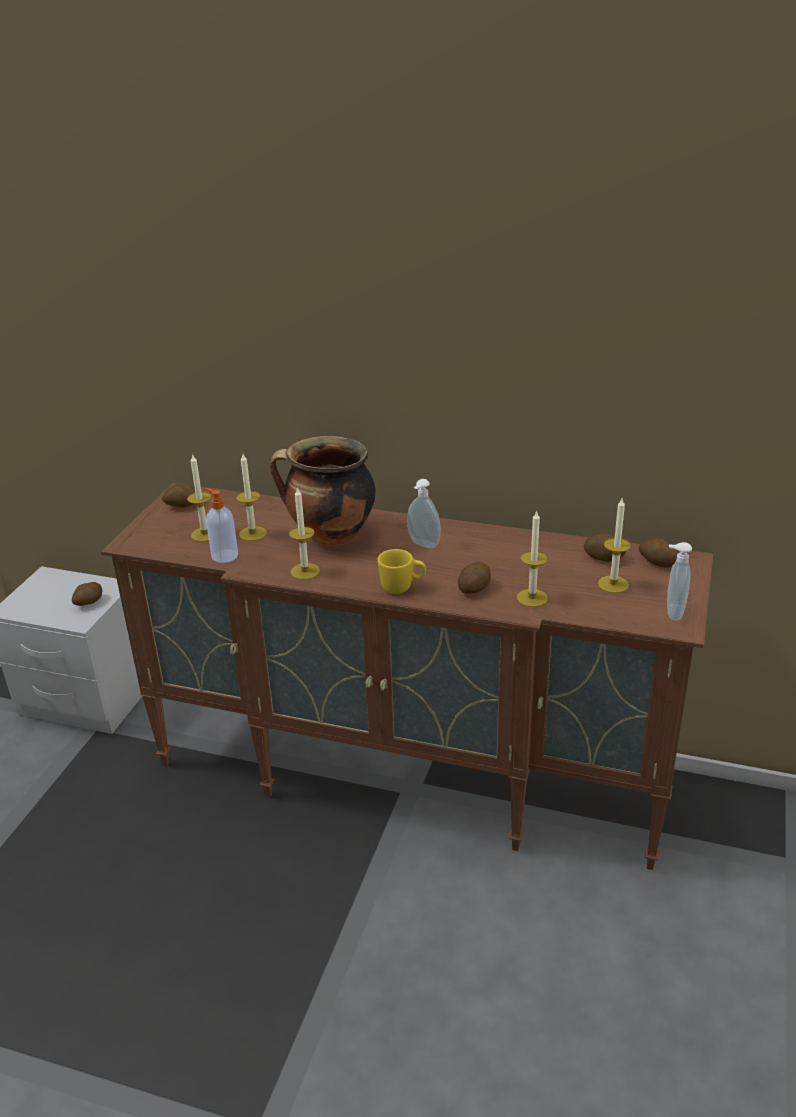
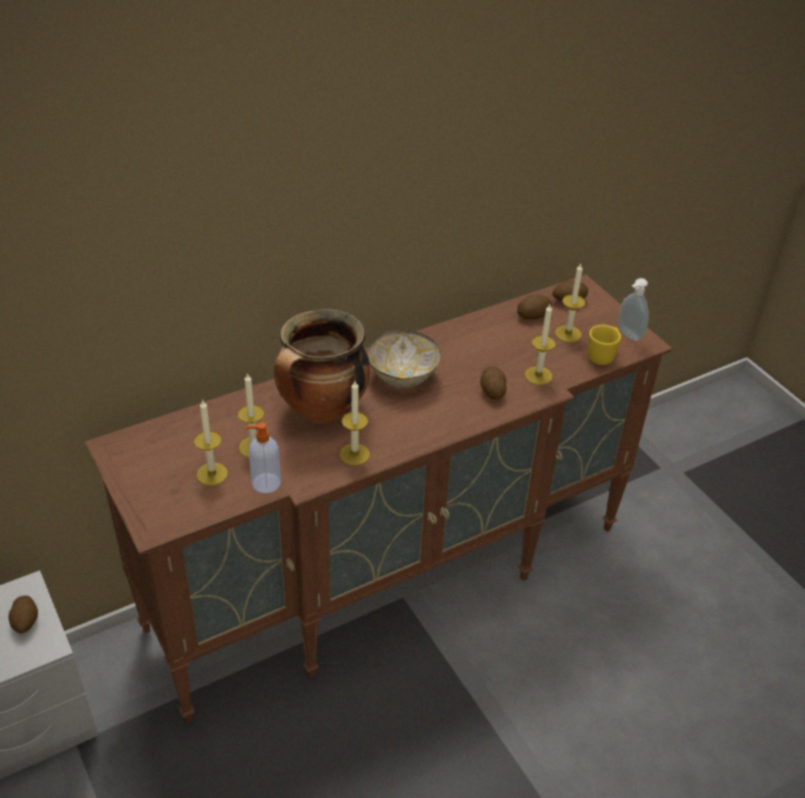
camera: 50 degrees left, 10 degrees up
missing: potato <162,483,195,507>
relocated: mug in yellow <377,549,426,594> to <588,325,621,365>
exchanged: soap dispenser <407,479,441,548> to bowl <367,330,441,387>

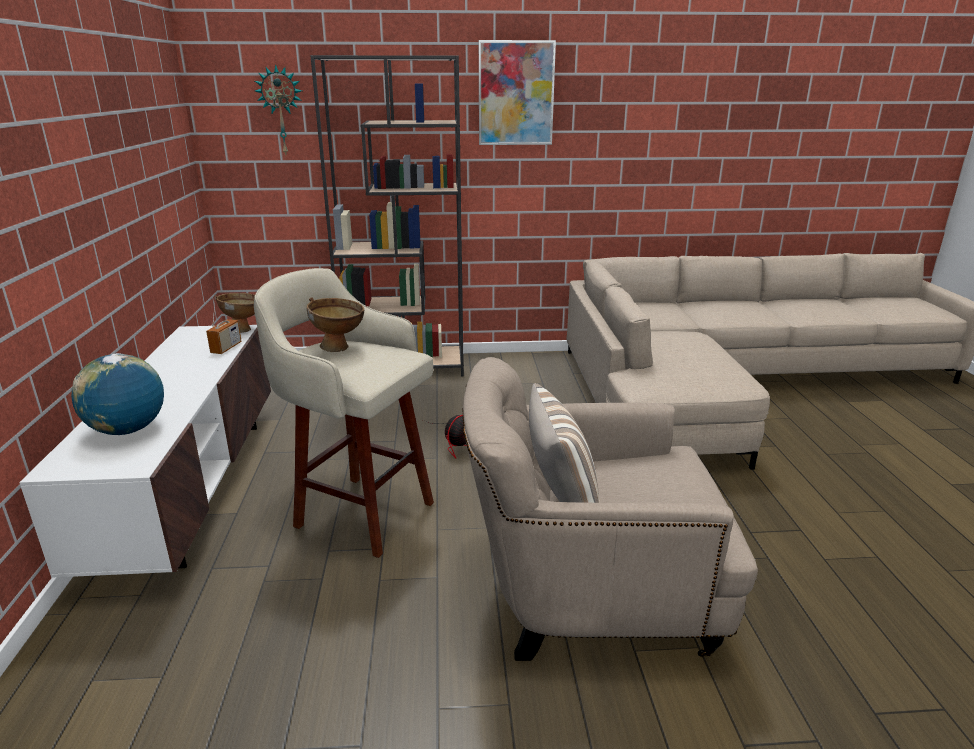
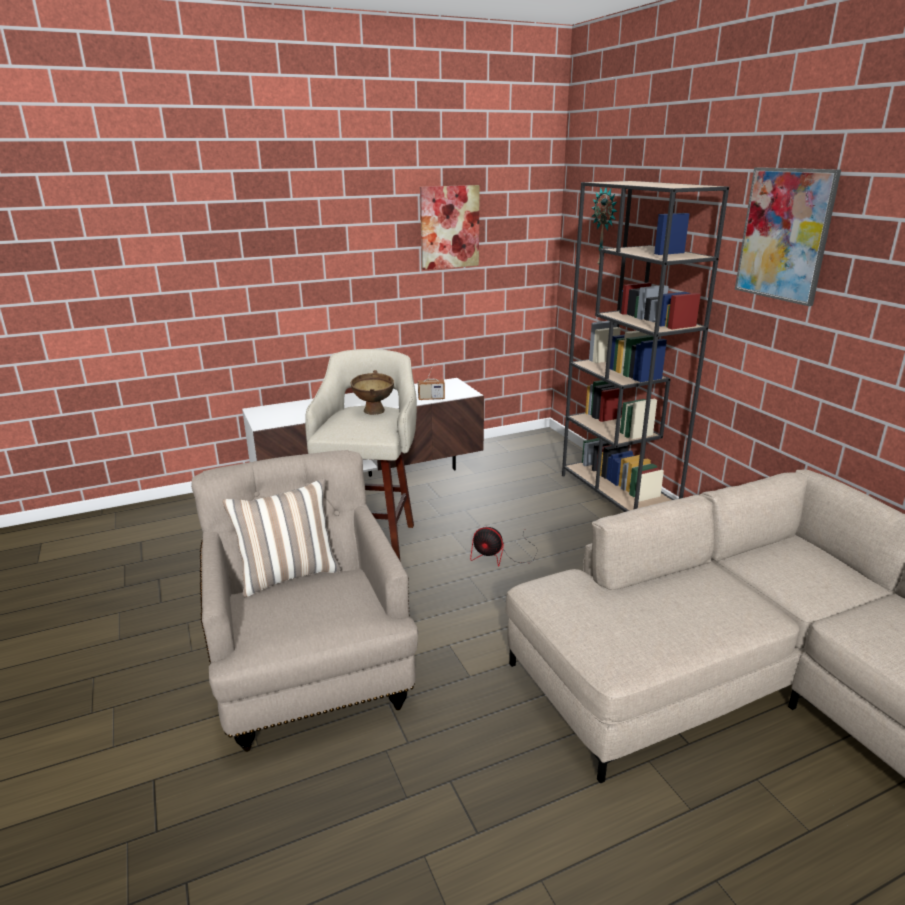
camera: 70 degrees right, 0 degrees up
missing: globe <71,353,164,435>; bowl in brown <215,293,255,333>
appeared: picture <420,185,480,270>

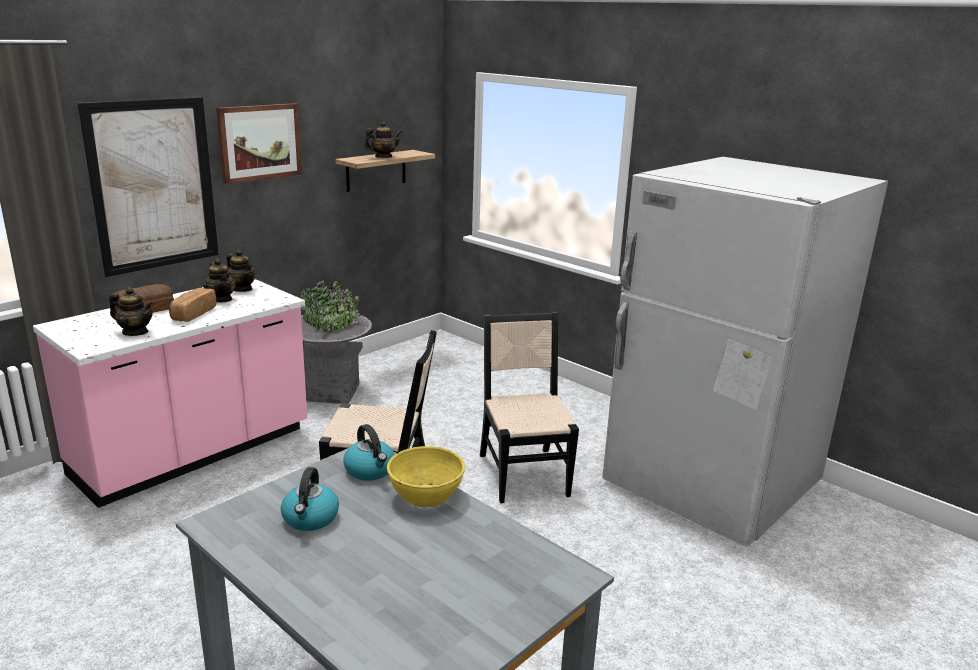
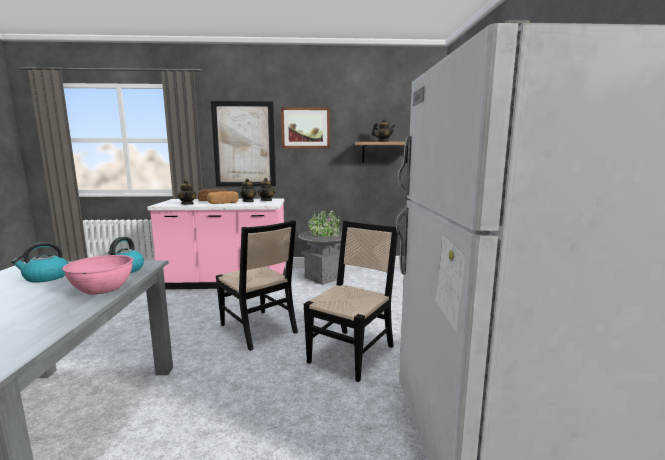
camera: 45 degrees right, 10 degrees down
colour: bowl in yellow <387,446,465,507> to bowl in pink <62,255,133,294>

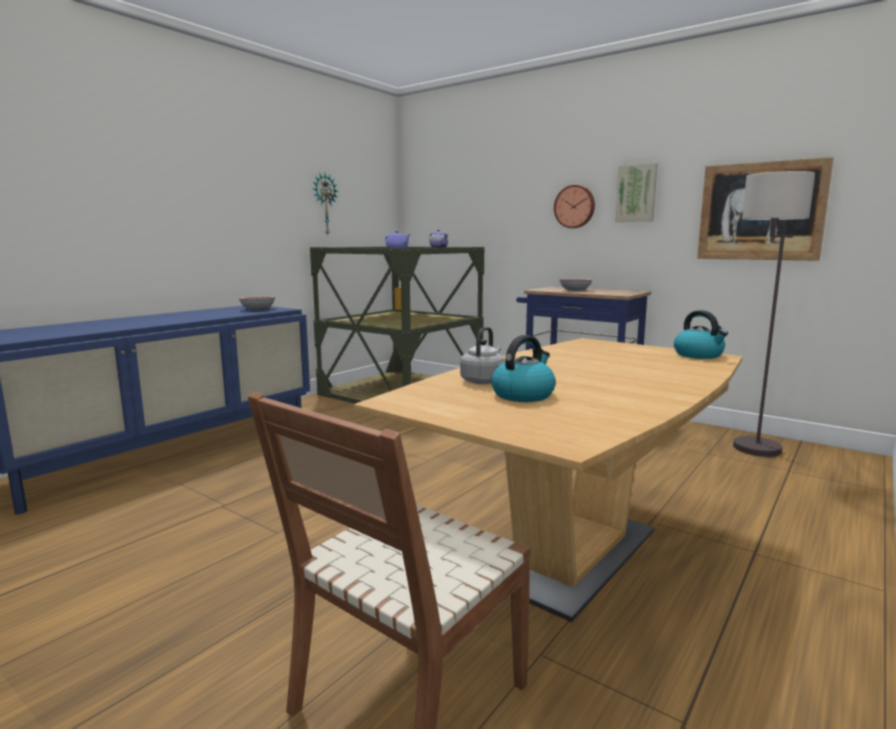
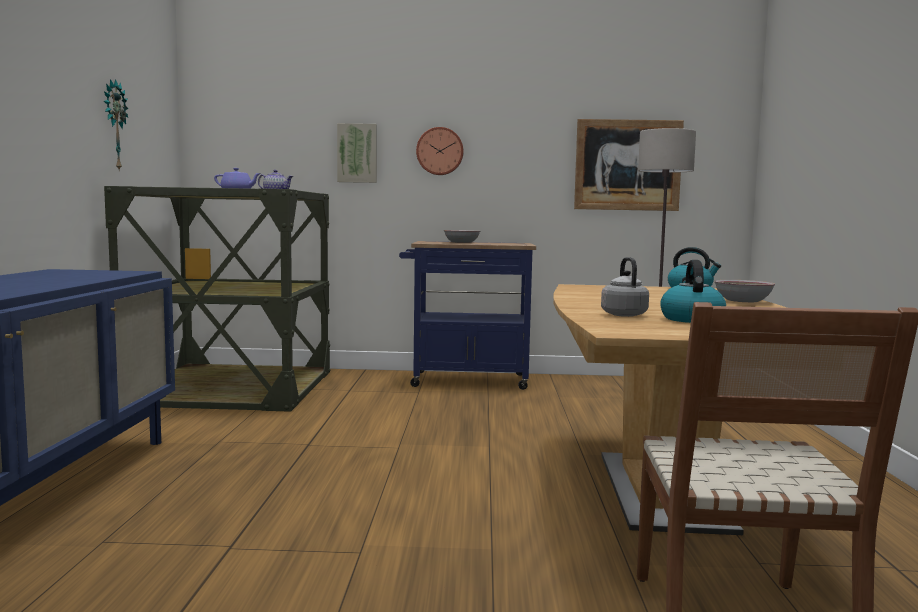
camera: 35 degrees left, 5 degrees down
relocated: bowl <239,296,275,310> to <714,280,775,303>; picture <615,163,658,222> to <337,123,377,183>

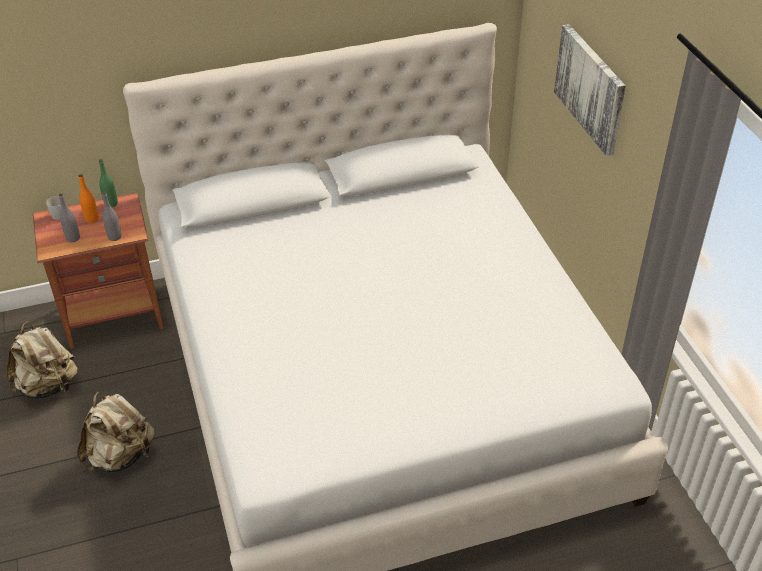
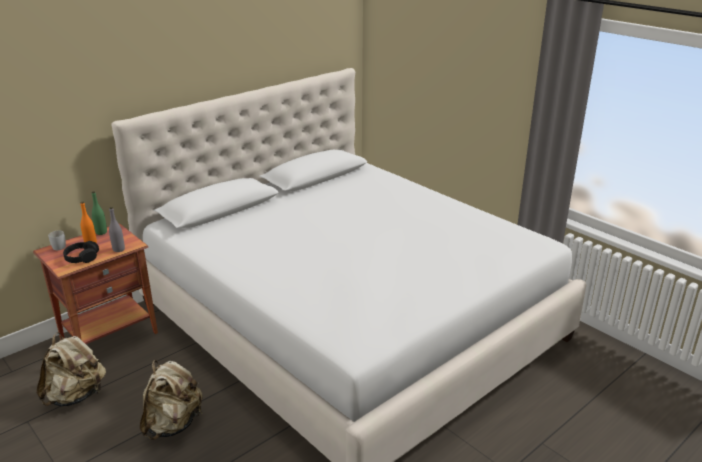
camera: 25 degrees left, 15 degrees down
missing: picture <554,24,626,156>
exchanged: bottle in grey <59,193,80,242> to headphones in black <63,241,99,263>

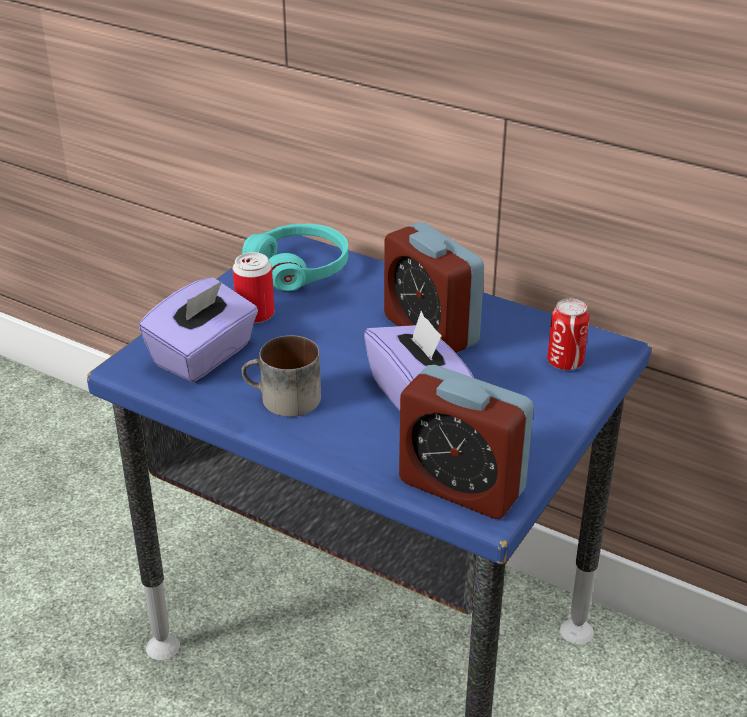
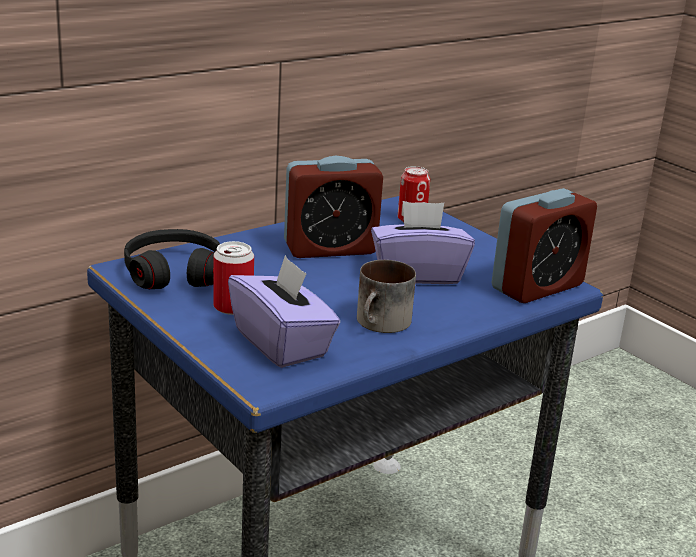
camera: 70 degrees left, 10 degrees down
colour: headphones in turquoise <242,224,348,291> to headphones in black <124,229,220,289>

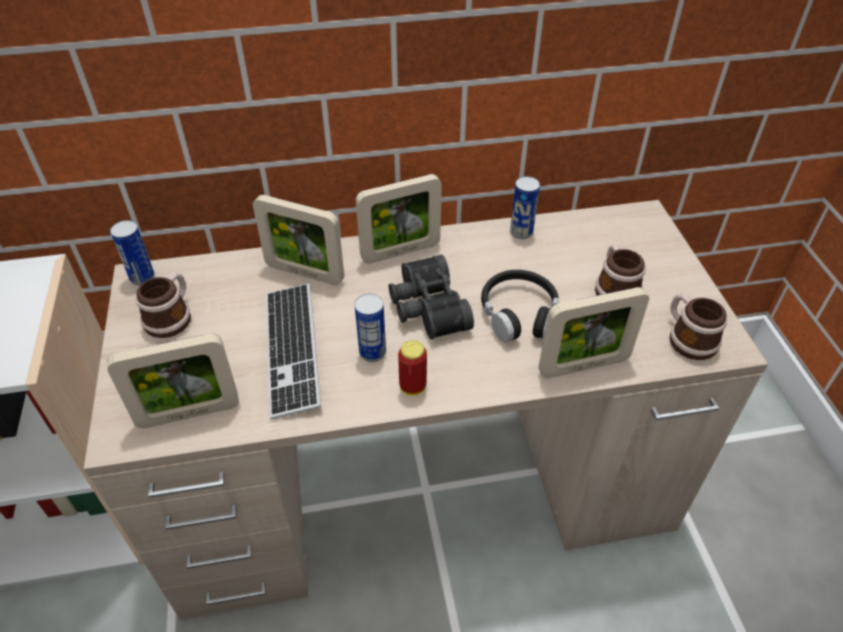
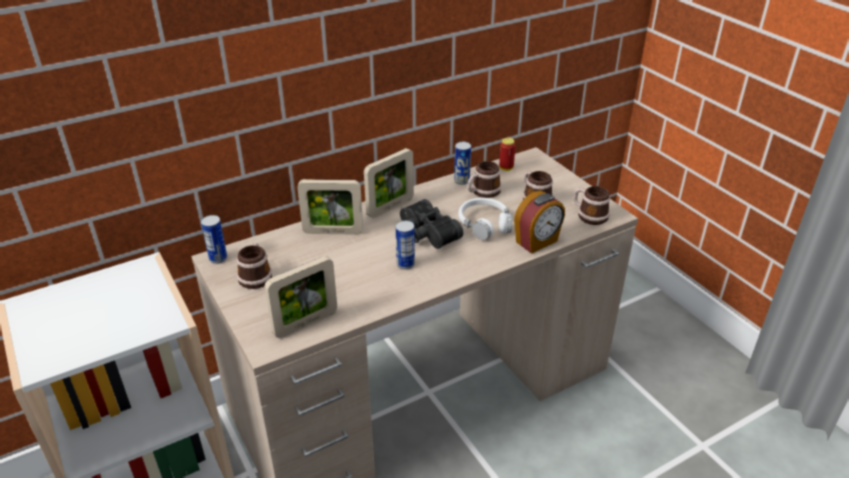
camera: 20 degrees left, 10 degrees down
missing: keyboard <266,283,321,419>
appeared: mug <467,161,501,198>
relocated: can <398,340,427,395> to <499,138,516,171>
exchanged: picture frame <539,287,649,379> to alarm clock <514,191,565,254>
colour: headphones in black <481,270,559,343> to headphones in white <458,198,512,240>

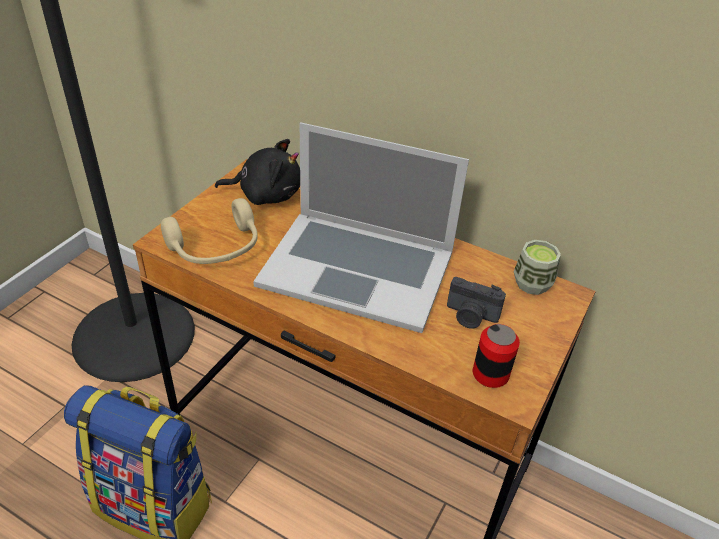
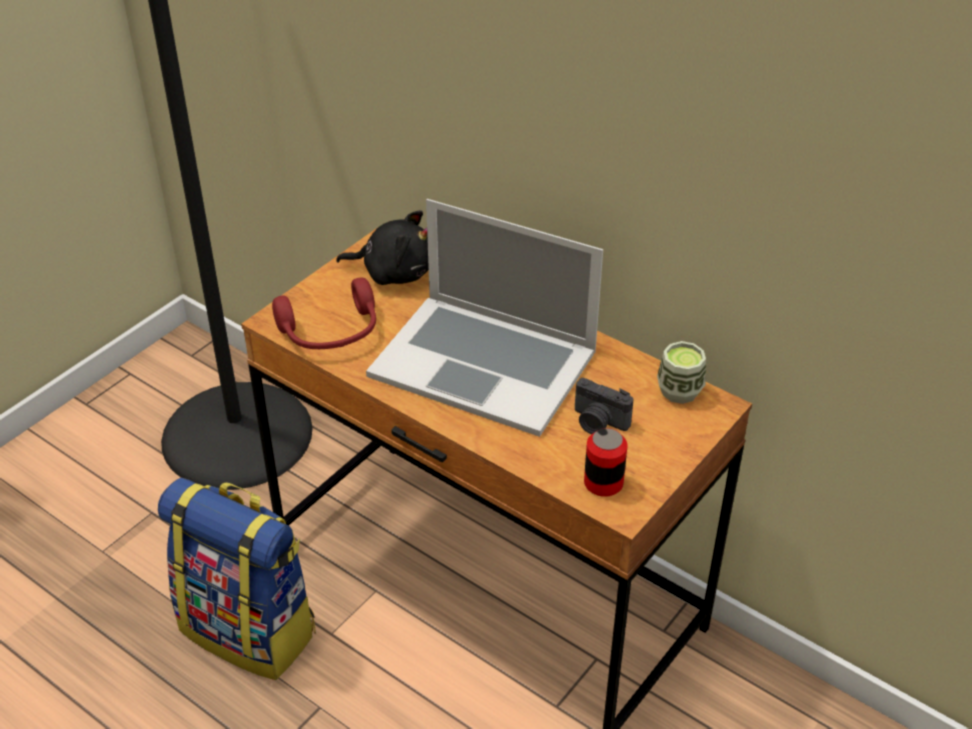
camera: 10 degrees right, 0 degrees up
colour: headphones in beige <161,198,258,264> to headphones in red <272,278,376,349>

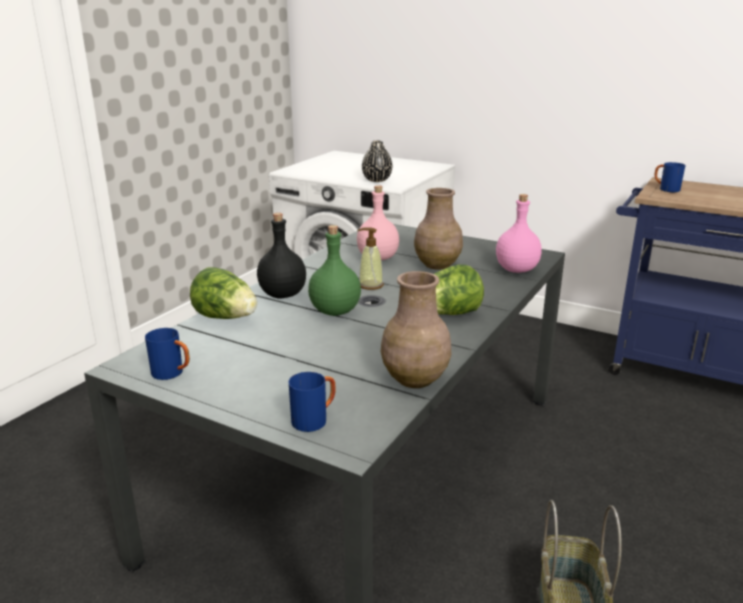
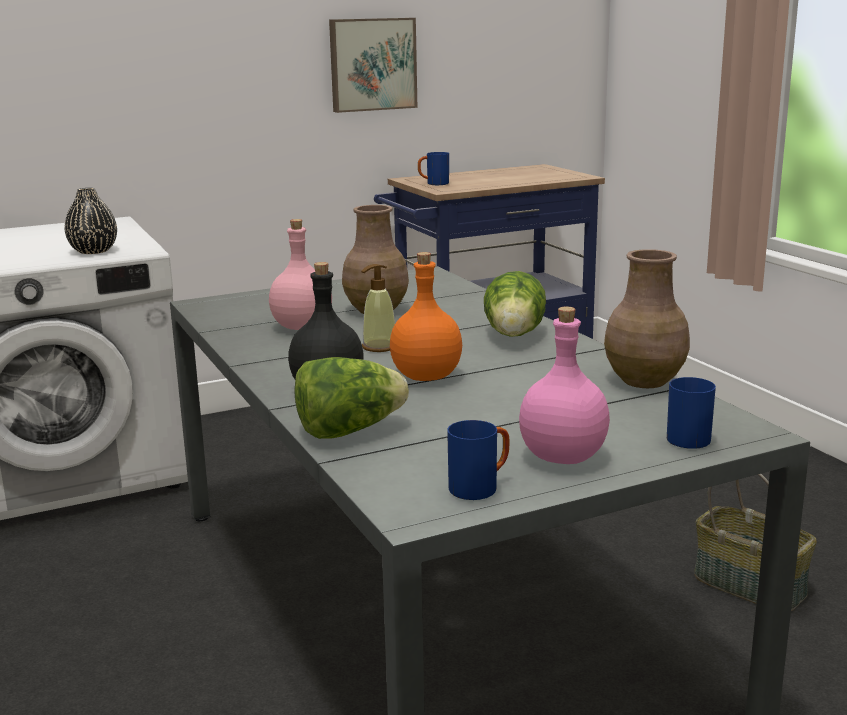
camera: 55 degrees left, 5 degrees down
appeared: picture <329,18,417,113>
relocated: bottle in pink <496,194,542,273> to <519,307,610,464>
colour: bottle in green <308,225,361,316> to bottle in orange <390,252,462,381>

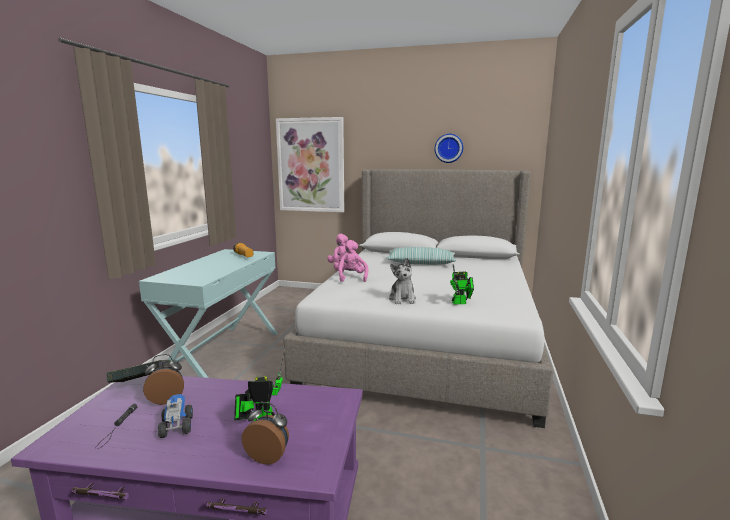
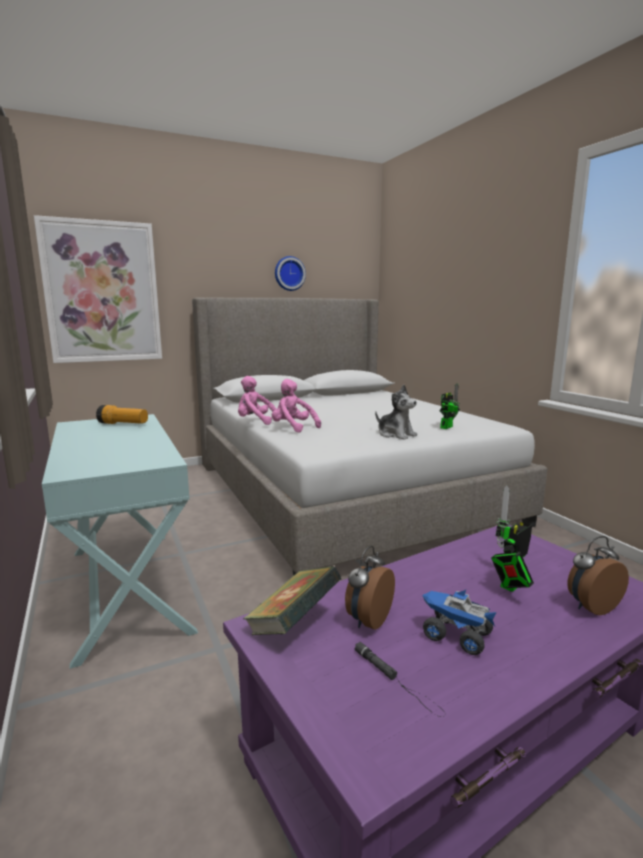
camera: 40 degrees left, 0 degrees up
missing: pillow <386,247,456,265>

